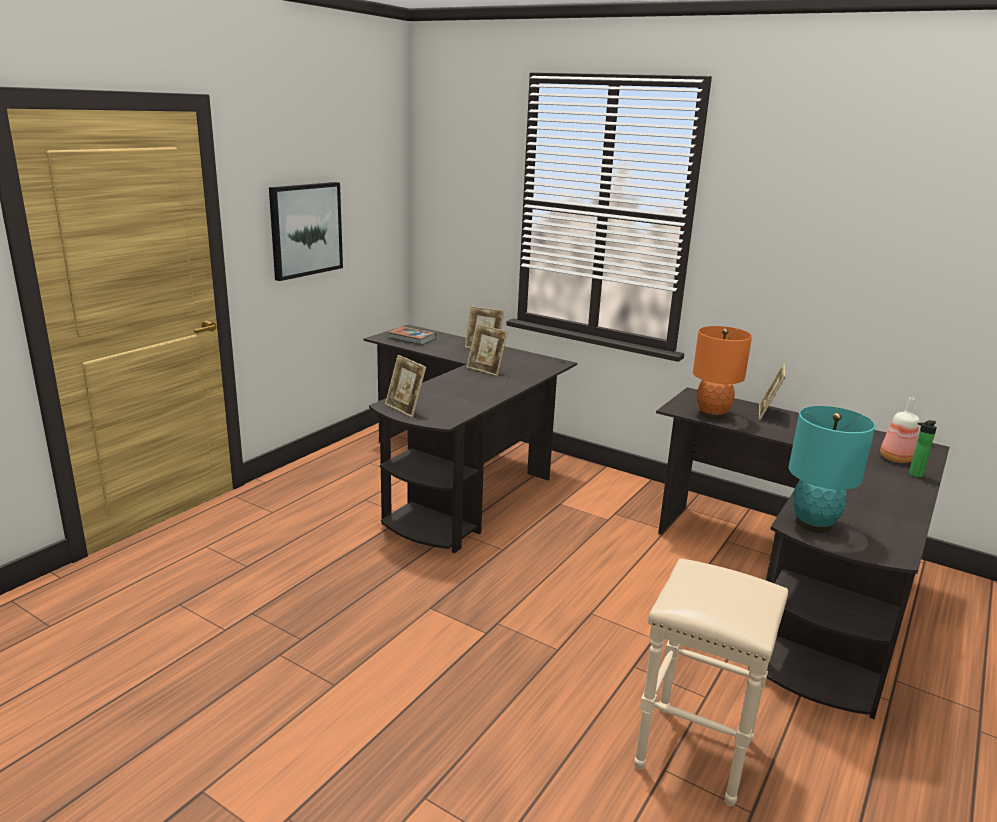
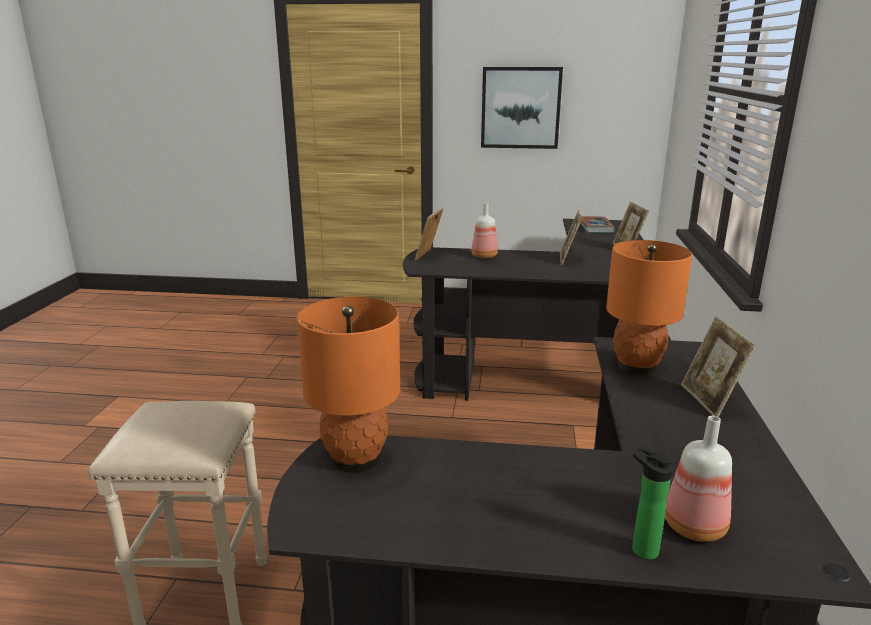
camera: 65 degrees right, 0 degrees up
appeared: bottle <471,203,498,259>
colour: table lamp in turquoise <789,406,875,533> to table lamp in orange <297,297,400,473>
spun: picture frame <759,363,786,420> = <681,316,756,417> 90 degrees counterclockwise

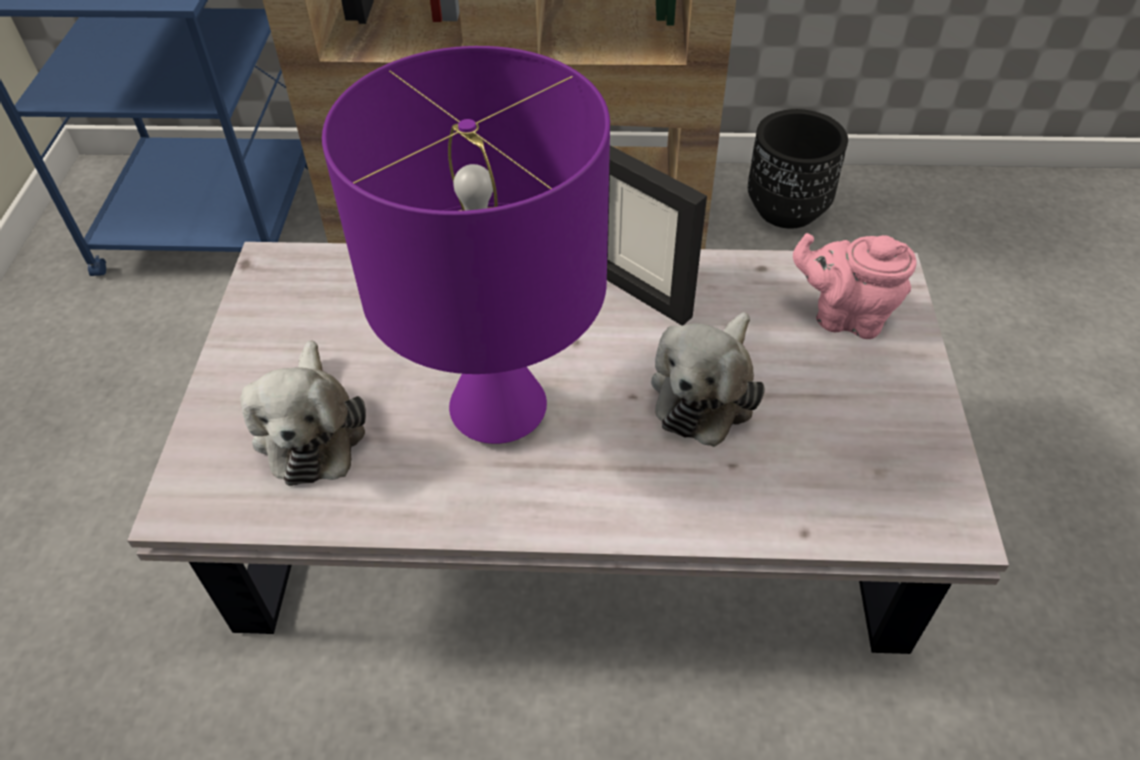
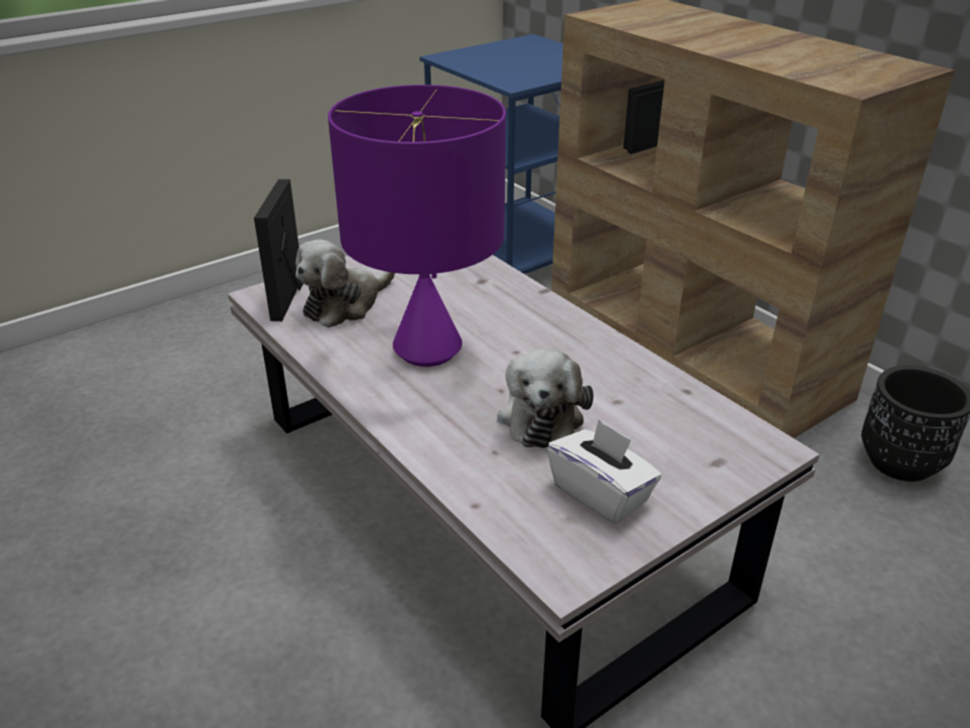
camera: 50 degrees right, 15 degrees down
missing: teapot in pink <793,233,917,339>
appeared: tissue box in white <547,420,662,524>
relocated: picture frame <607,146,707,325> to <254,179,304,321>
spun: plush toy <651,312,765,447> = <497,349,593,448> 75 degrees counterclockwise

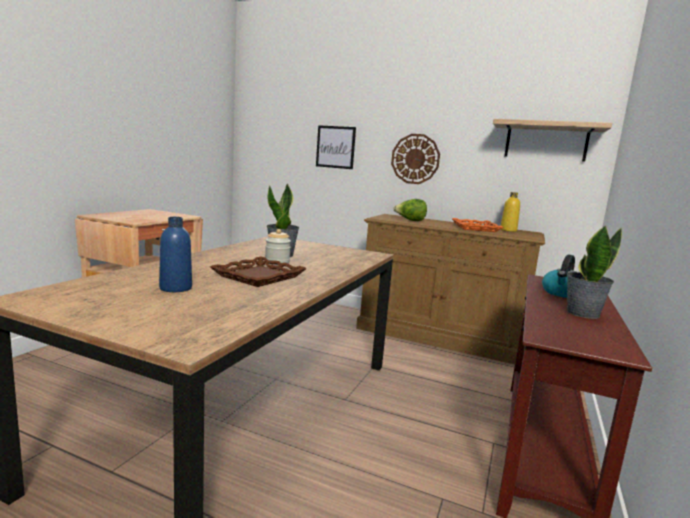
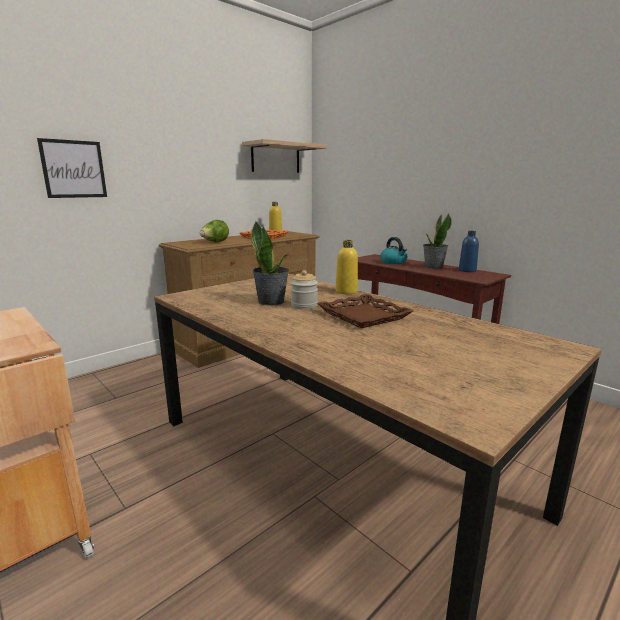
camera: 65 degrees left, 5 degrees up
missing: wall clock <391,134,440,184>
appeared: bottle in yellow <336,240,358,294>
relocated: bottle in blue <159,217,192,292> to <459,231,479,272>

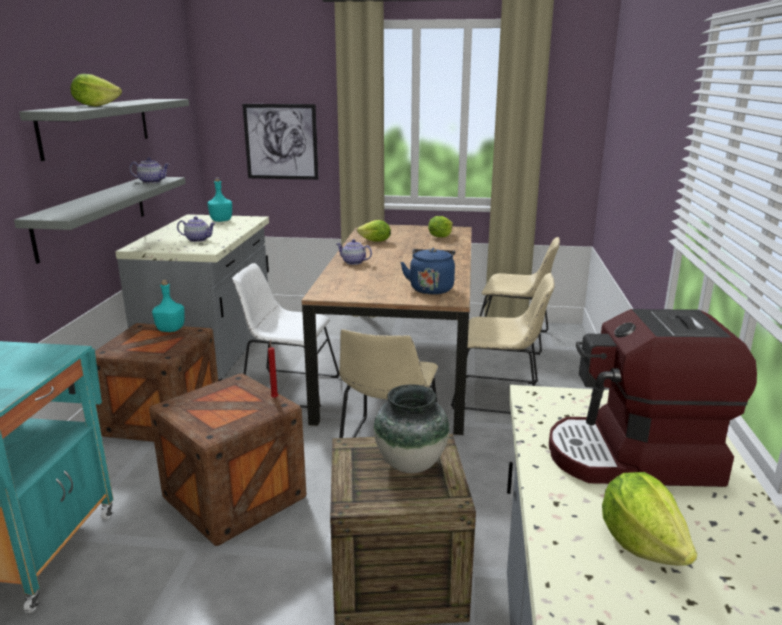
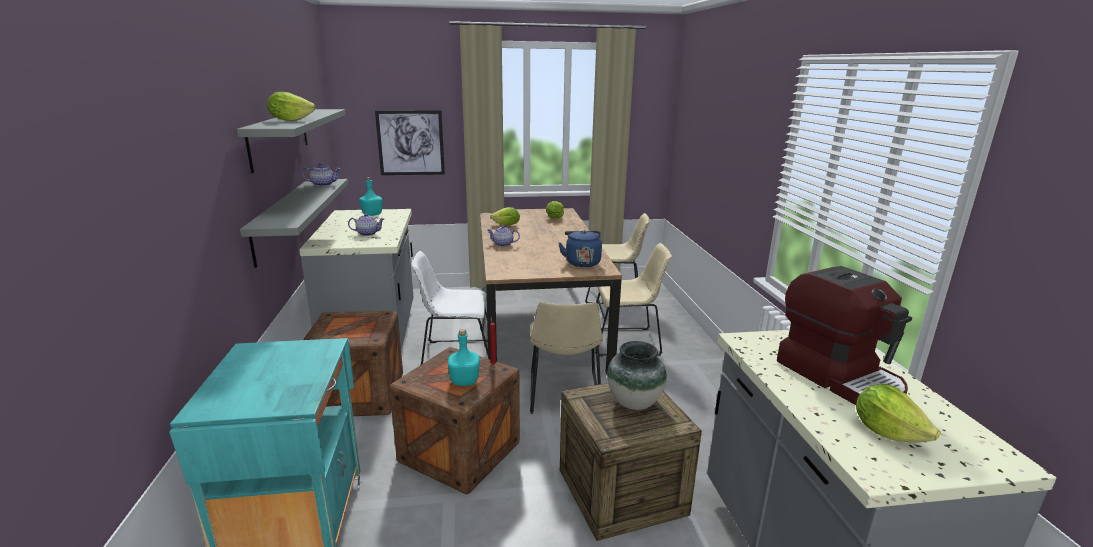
camera: 15 degrees left, 0 degrees up
relocated: bottle in turquoise <152,280,184,332> to <448,329,480,386>
spun: coffee machine <549,309,757,487> = <777,266,912,405> 105 degrees counterclockwise

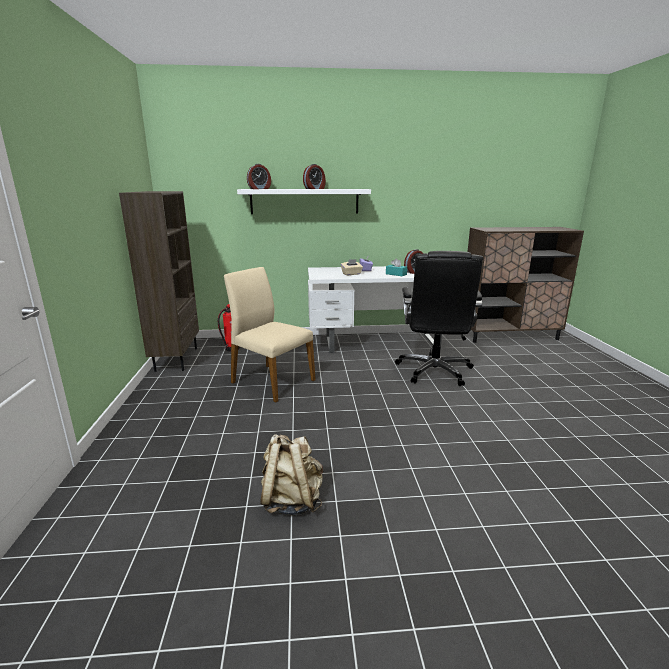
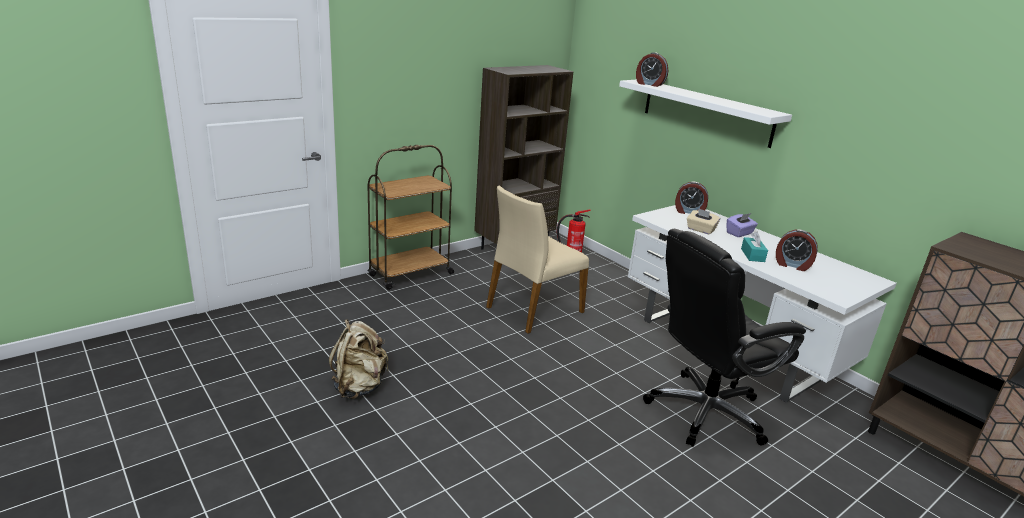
camera: 55 degrees right, 5 degrees up
appeared: cart in brown <368,145,454,290>
relocated: alarm clock <303,164,326,189> to <675,181,708,214>
spun: chair in beige <224,267,316,402> = <486,185,589,334> 135 degrees counterclockwise

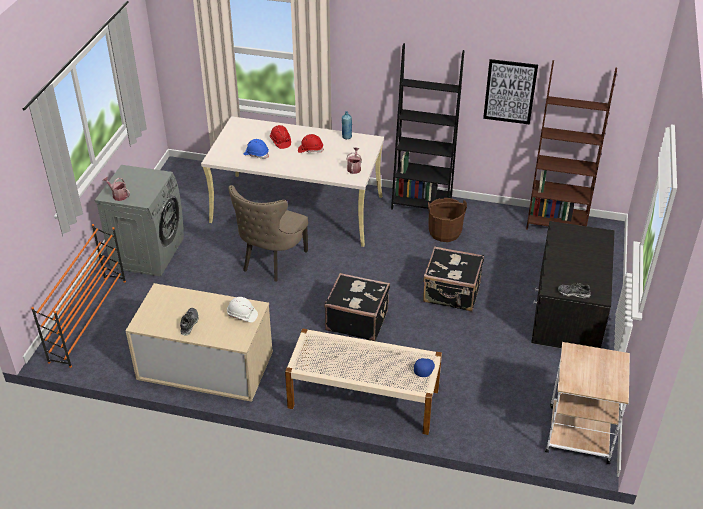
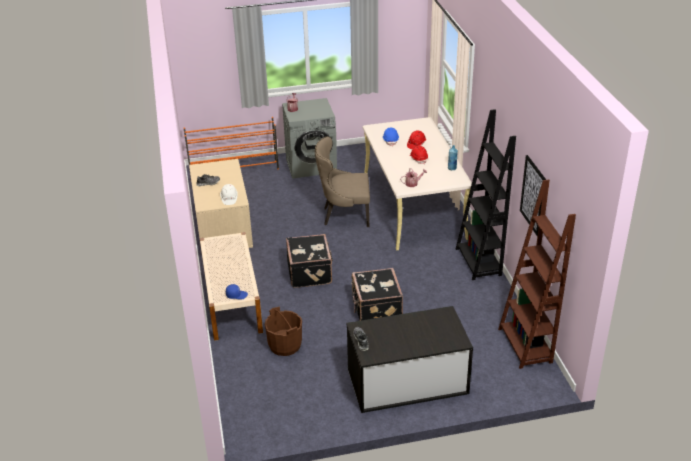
camera: 65 degrees right, 5 degrees down
missing: cart in beige <545,342,630,464>
relocated: bucket in brown <428,198,467,242> to <264,306,302,356>

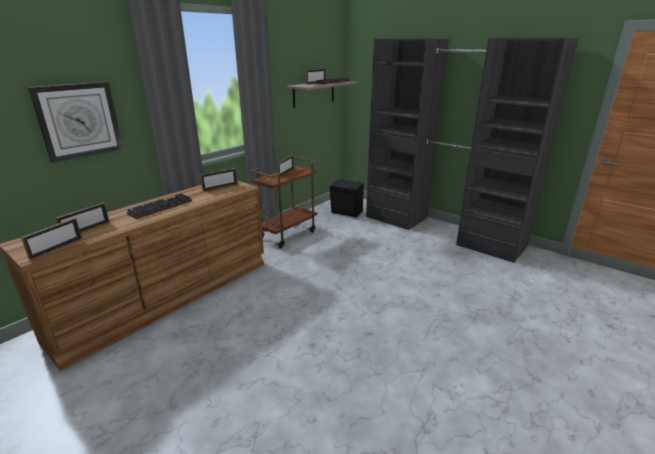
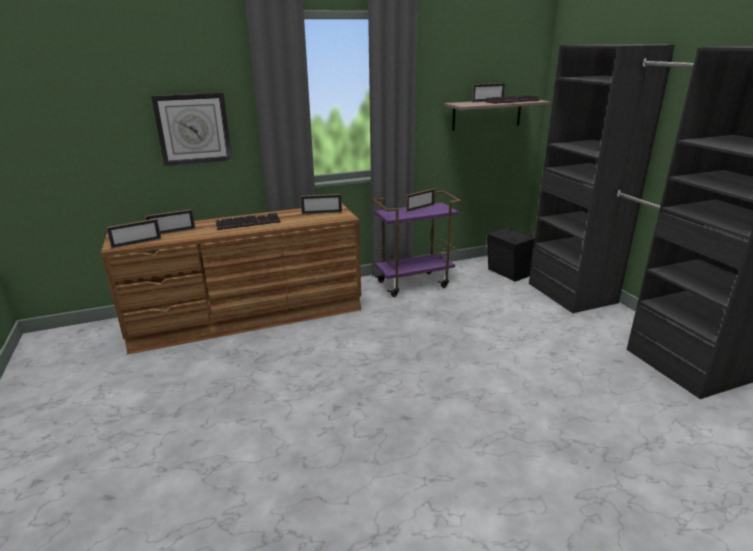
camera: 30 degrees right, 0 degrees up
colour: cart in brown <249,156,319,248> to cart in purple <372,191,461,297>

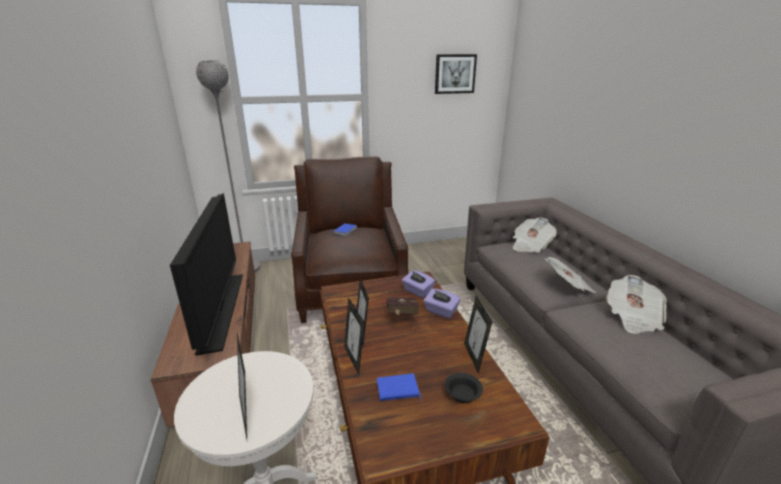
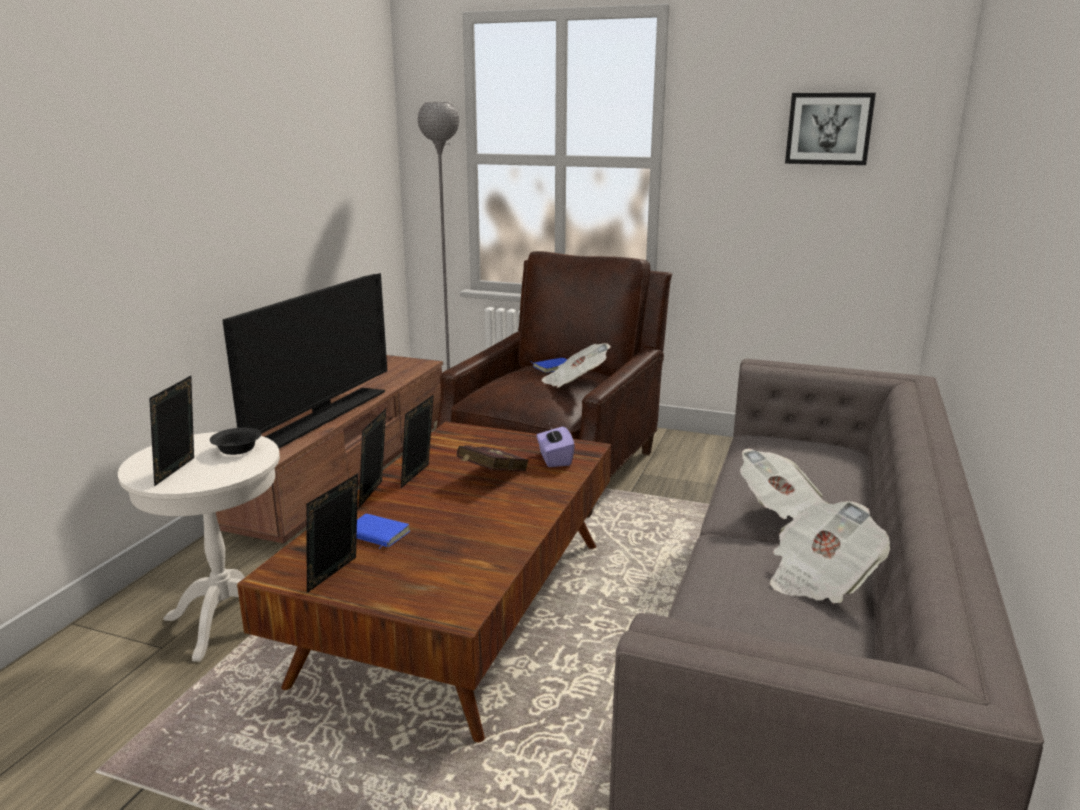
camera: 35 degrees right, 5 degrees down
missing: tissue box in purple <424,289,460,318>
relocated: bowl in black <445,373,483,403> to <210,428,261,455>; picture frame <464,296,492,373> to <306,474,358,593>; newspaper <513,218,557,253> to <541,343,611,387>

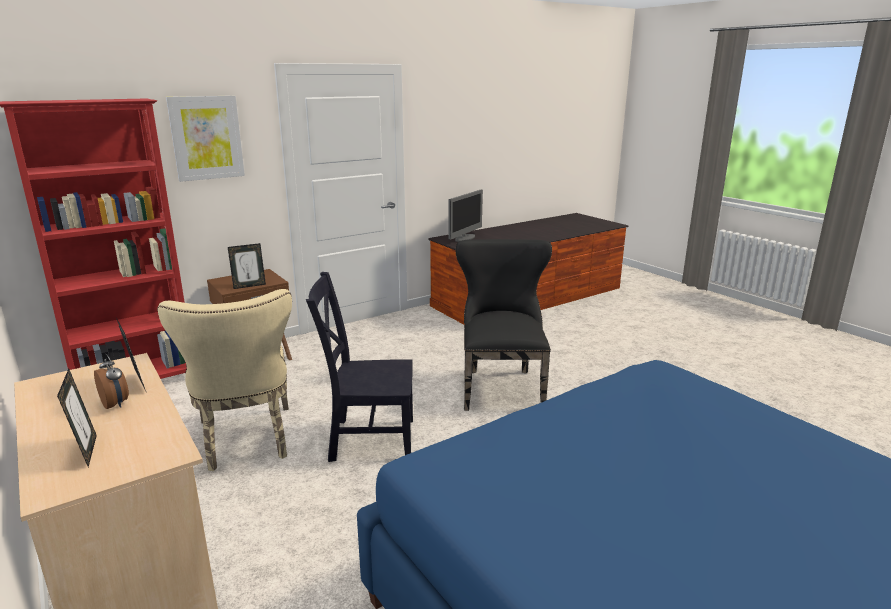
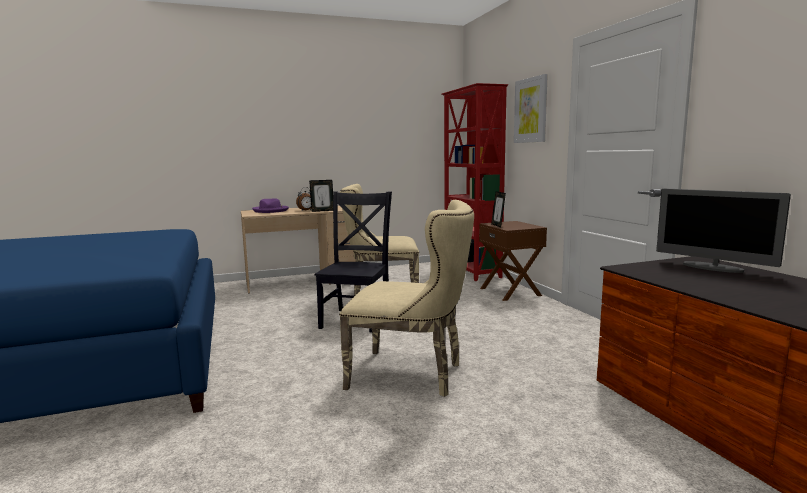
camera: 105 degrees right, 10 degrees down
exchanged: picture frame <57,368,97,467> to hat in purple <252,198,289,213>
colour: chair in black <456,239,552,411> to chair in beige <339,200,474,397>

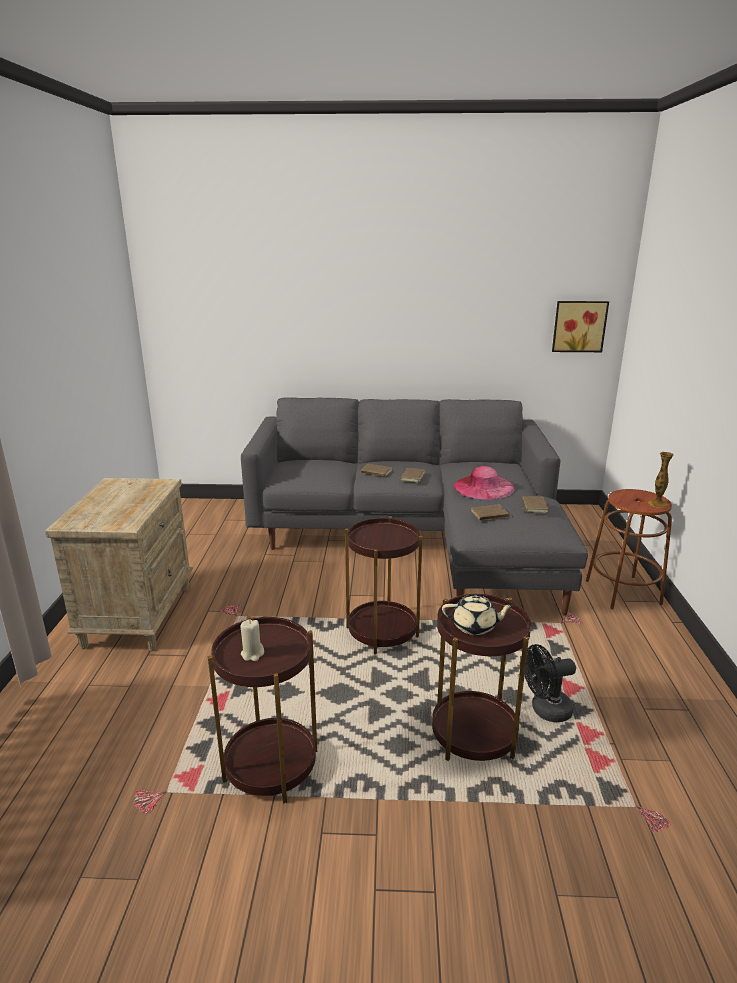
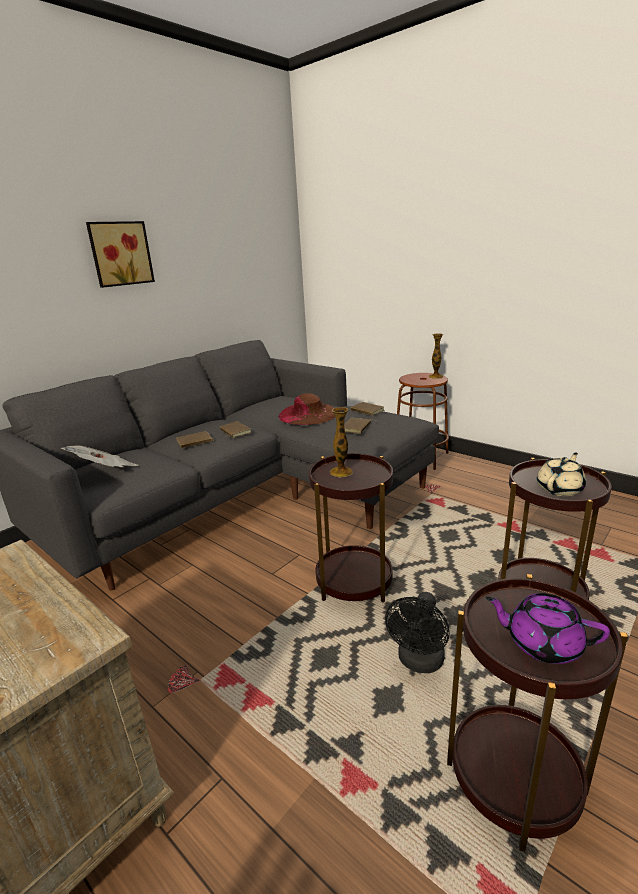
camera: 50 degrees left, 0 degrees up
appeared: newspaper <61,446,139,467>; vase <330,407,353,477>
relocated: fan in black <525,644,576,722> to <385,592,450,673>; picture <552,301,609,352> to <86,221,155,288>
exchanged: candle in beige <241,619,264,661> to teapot in purple <486,593,610,664>
colour: hat in pink <454,466,515,500> to hat in brown <279,393,335,425>

